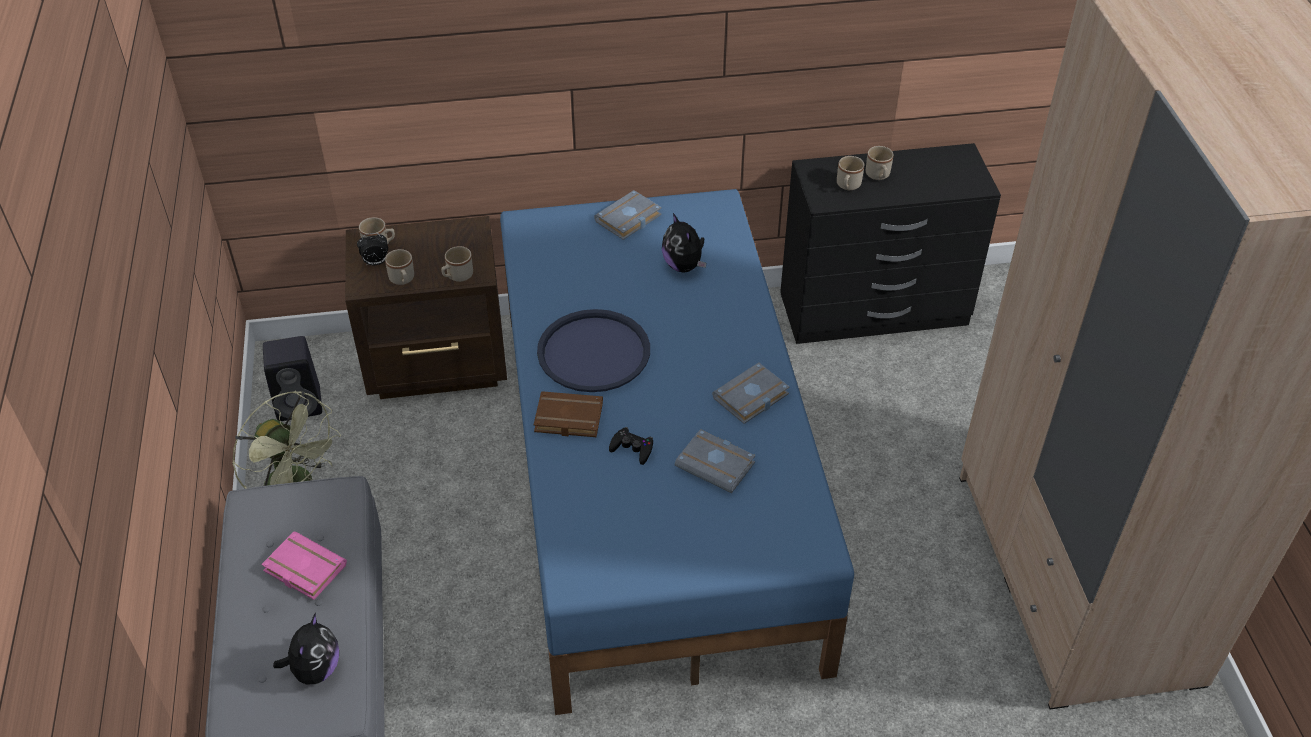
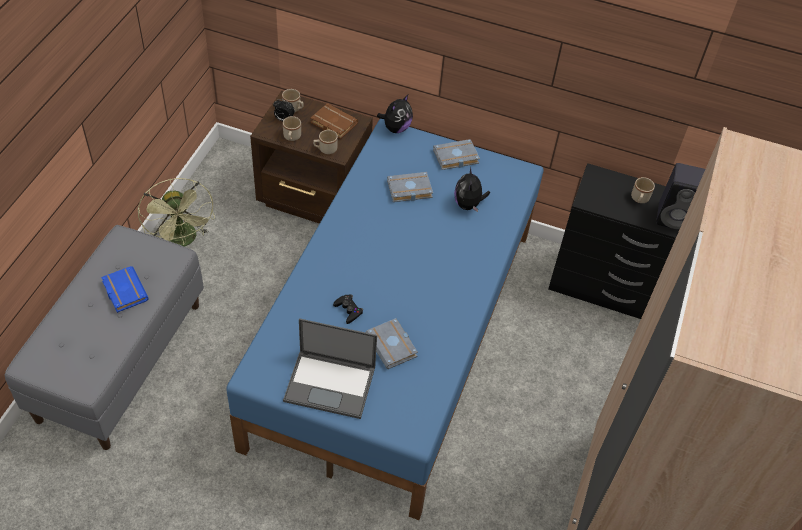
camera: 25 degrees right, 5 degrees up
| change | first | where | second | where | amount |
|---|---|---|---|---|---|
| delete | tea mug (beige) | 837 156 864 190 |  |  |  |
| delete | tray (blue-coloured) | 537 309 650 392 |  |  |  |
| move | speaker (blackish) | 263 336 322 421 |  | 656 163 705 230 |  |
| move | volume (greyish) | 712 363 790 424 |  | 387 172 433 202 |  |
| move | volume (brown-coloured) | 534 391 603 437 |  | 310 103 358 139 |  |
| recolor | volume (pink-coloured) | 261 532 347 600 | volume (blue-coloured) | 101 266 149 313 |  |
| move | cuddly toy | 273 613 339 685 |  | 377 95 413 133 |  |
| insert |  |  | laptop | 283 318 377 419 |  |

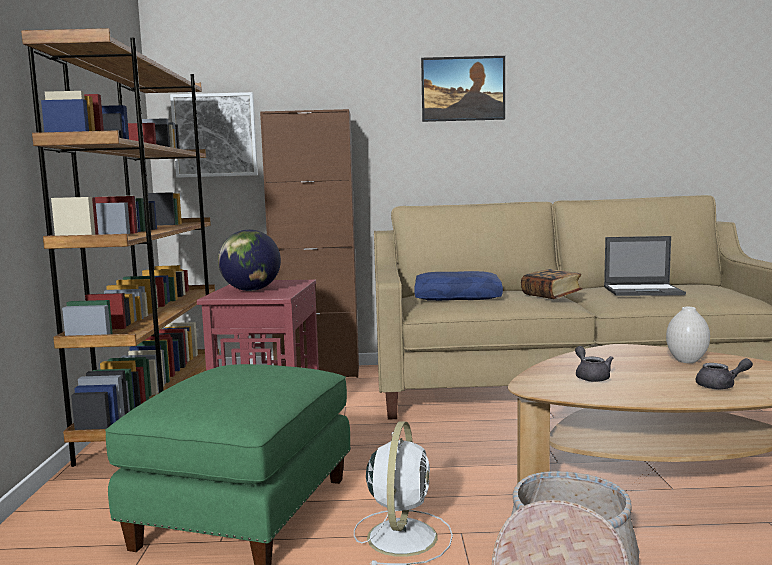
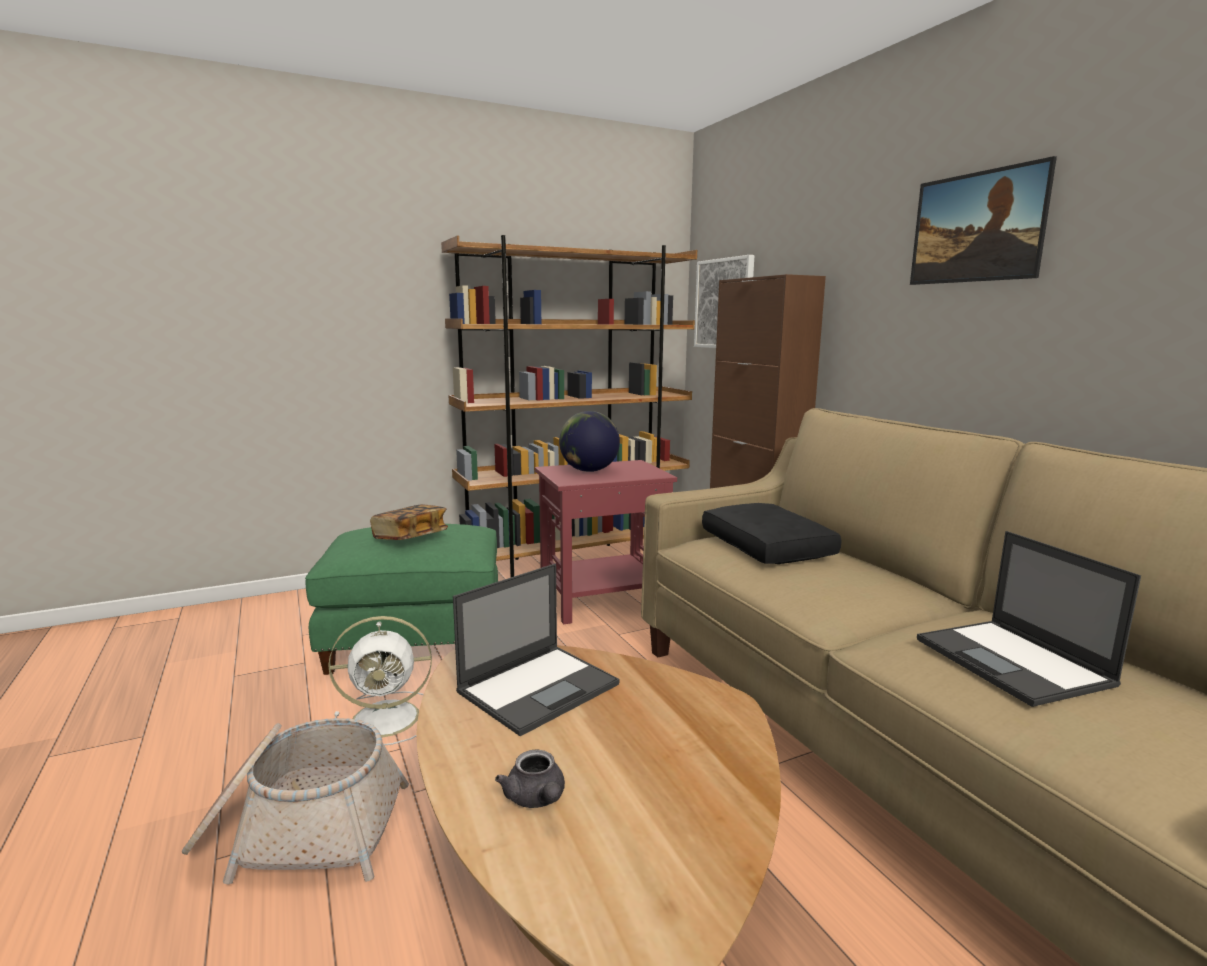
camera: 65 degrees right, 5 degrees up
| change | first | where | second | where | amount |
|---|---|---|---|---|---|
| move | volume | 521 269 582 299 |  | 370 504 448 540 |  |
| recolor | throw pillow (blue-coloured) | 414 271 503 301 | throw pillow (blackish) | 702 503 841 564 |  |
| delete | decorative vase (white) | 666 307 710 363 |  |  |  |
| replace | pot for tea (greyish) | 575 346 613 382 | laptop | 453 564 620 736 |  |

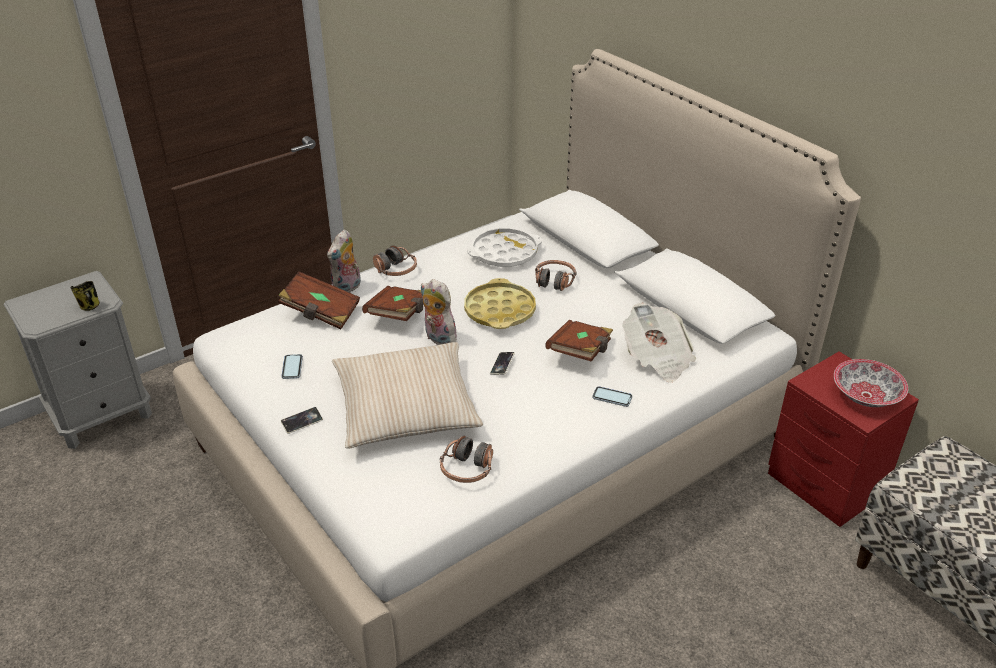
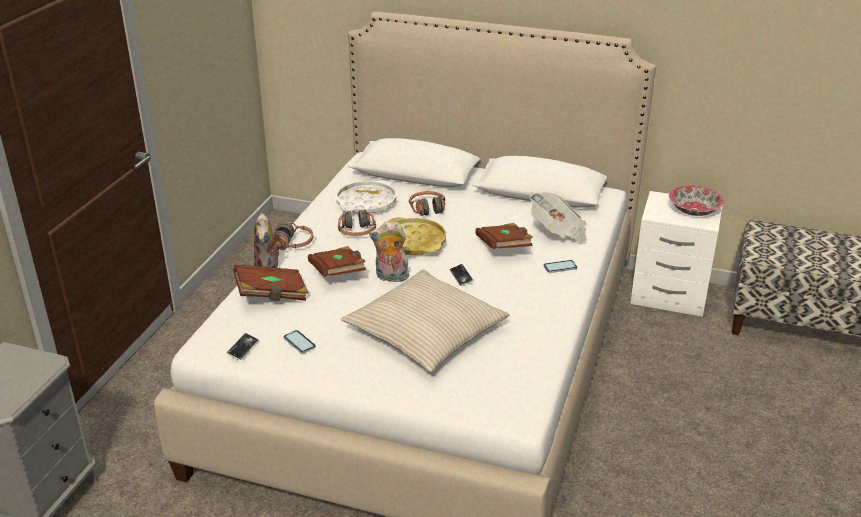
camera: 35 degrees left, 5 degrees down
| change | first | where | second | where | amount |
|---|---|---|---|---|---|
| delete | tea mug | 71 281 100 311 |  |  |  |
| recolor | nightstand (red-coloured) | 768 352 919 527 | nightstand (white) | 630 191 722 317 |  |
| move | handset | 281 407 323 434 |  | 227 333 259 360 |  |
| move | pair of headphones | 440 436 493 483 |  | 338 210 376 236 |  |

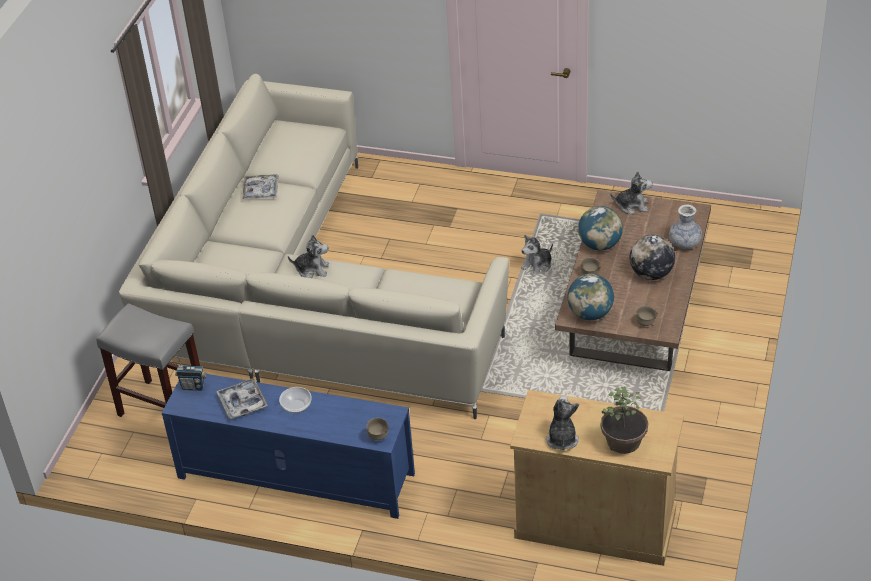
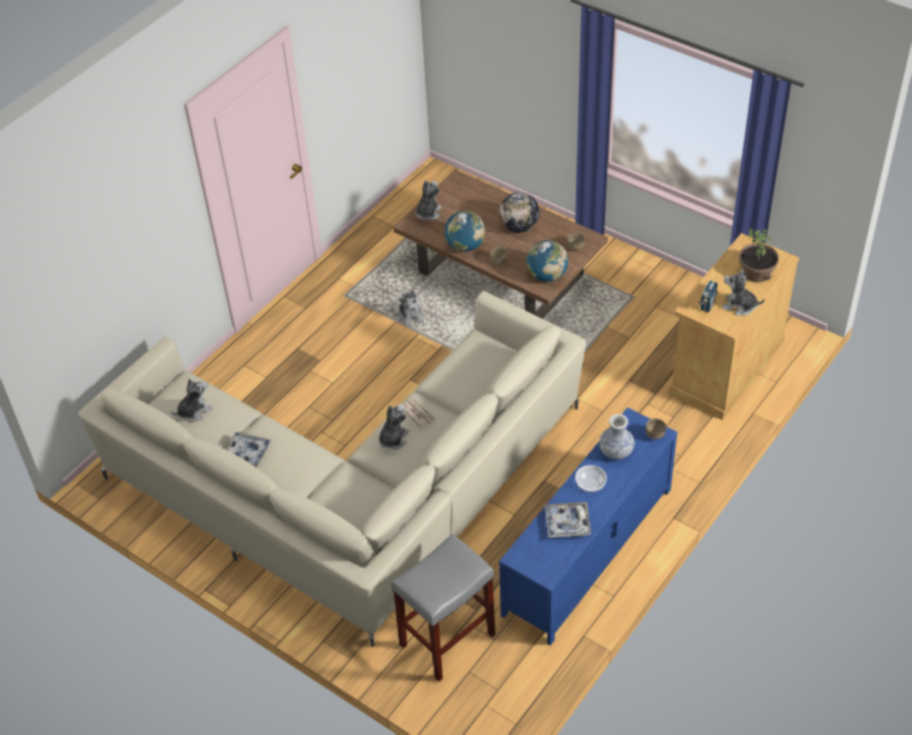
camera: 70 degrees left, 5 degrees up
| change | first | where | second | where | amount |
|---|---|---|---|---|---|
| move | decorative vase | 669 205 702 249 |  | 599 414 634 459 |  |
| move | radio set | 175 356 206 391 |  | 698 281 718 312 |  |
| insert |  |  | cuddly toy | 171 378 213 422 |  |
| insert |  |  | daily paper | 402 399 436 429 |  |

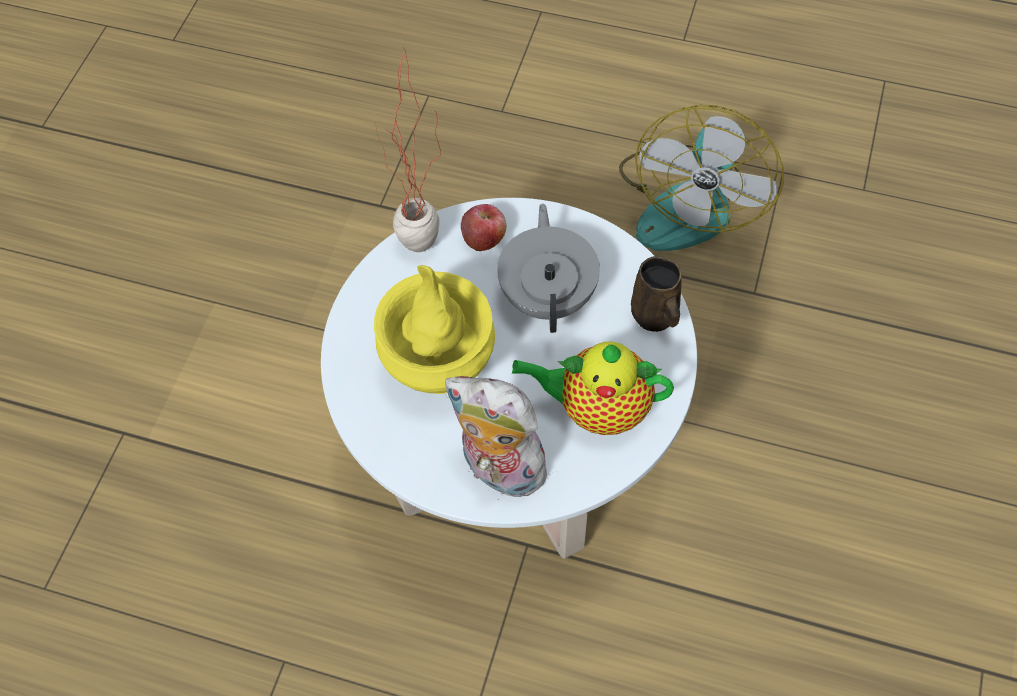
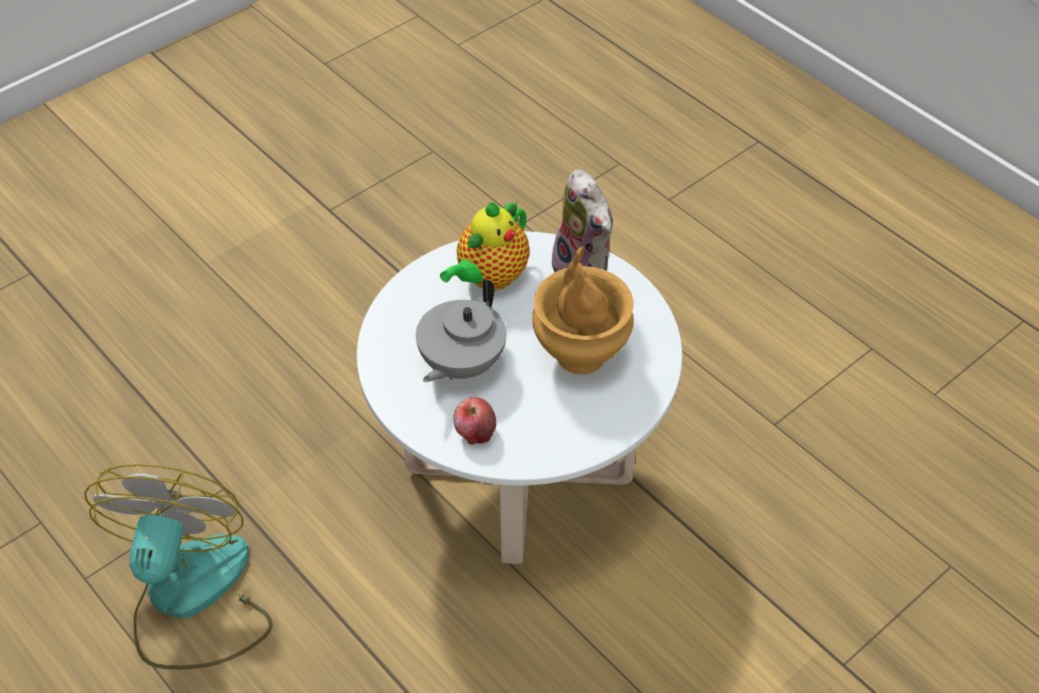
camera: 150 degrees left, 10 degrees down
| change | first | where | second | where | amount |
|---|---|---|---|---|---|
| delete | potted plant | 375 49 441 252 |  |  |  |
| rotate | cooling fan | 619 105 784 251 |  | 84 464 273 670 | 45 degrees counterclockwise |
| delete | tea mug (brown-coloured) | 631 256 682 332 |  |  |  |
| recolor | decorative vase (yellow) | 374 265 495 394 | decorative vase (brown-coloured) | 532 247 633 375 |  |
| rotate | pot for tea | 512 341 674 435 |  | 440 202 530 290 | 90 degrees clockwise |

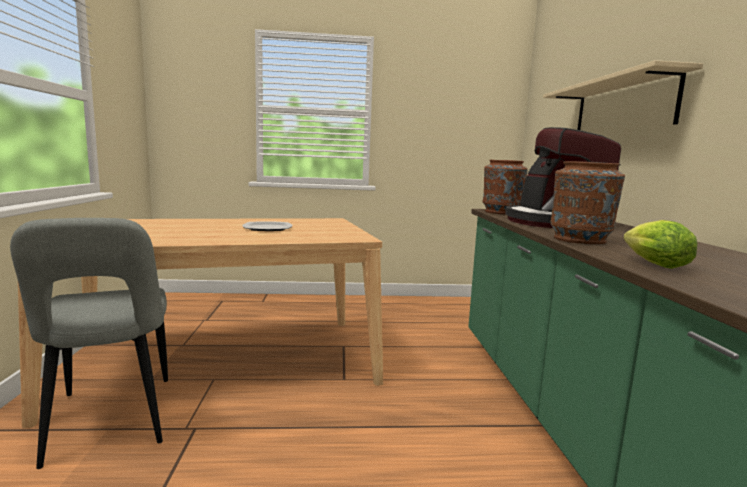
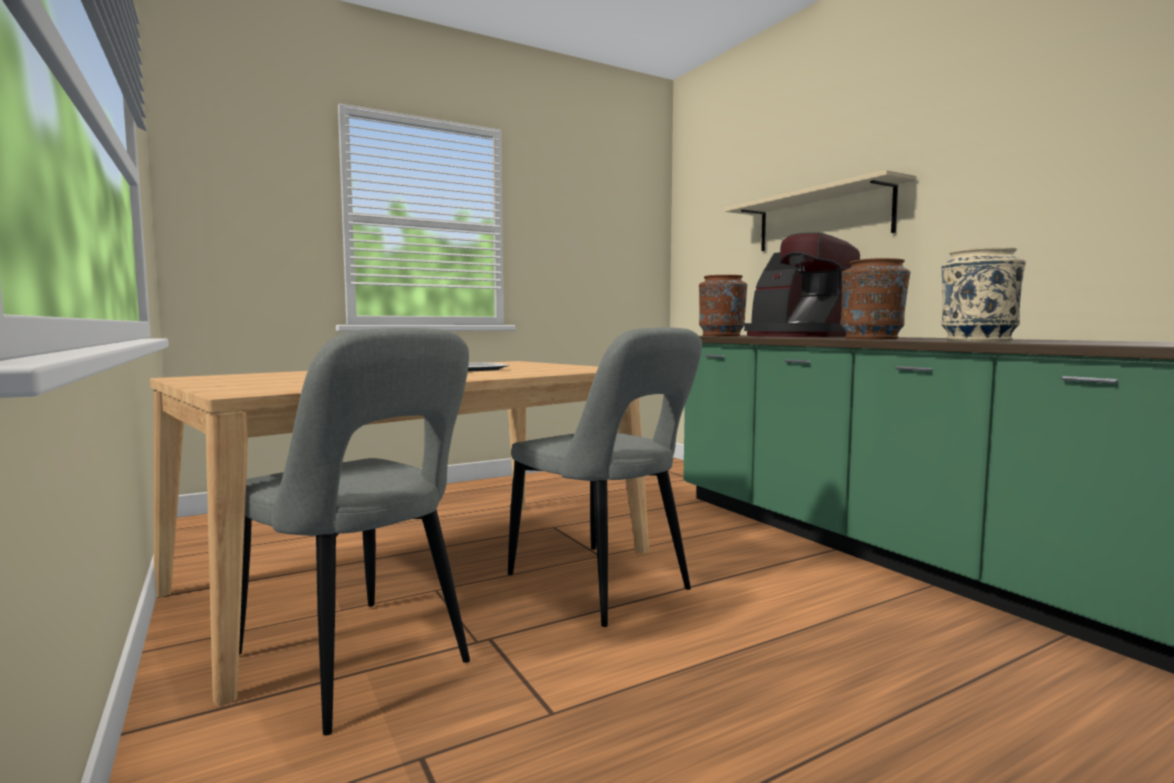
camera: 25 degrees left, 5 degrees down
| change | first | where | second | where | amount |
|---|---|---|---|---|---|
| replace | lettuce | 624 220 697 269 | decorative vase (beige) | 941 247 1026 342 |  |
| insert |  |  | plain chair (greyish) | 508 327 702 627 |  |

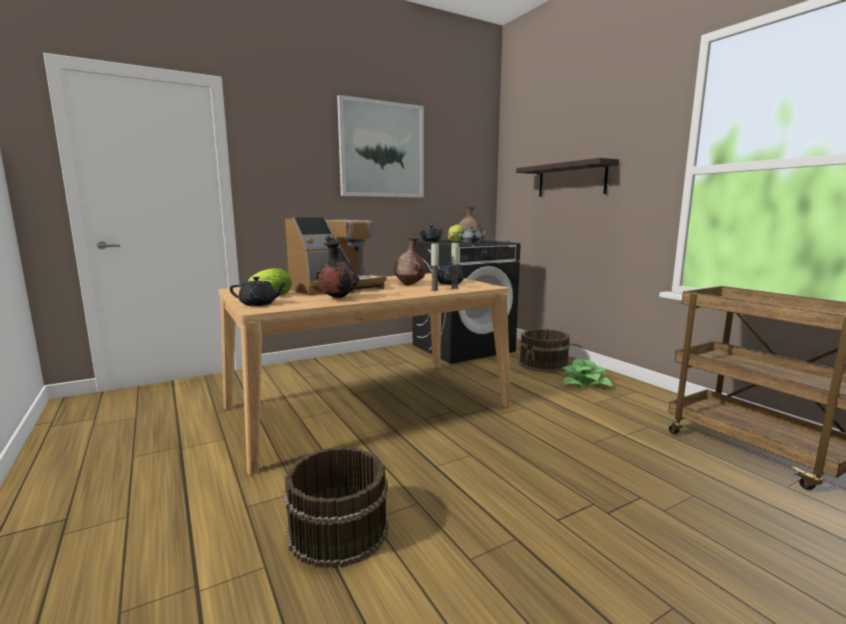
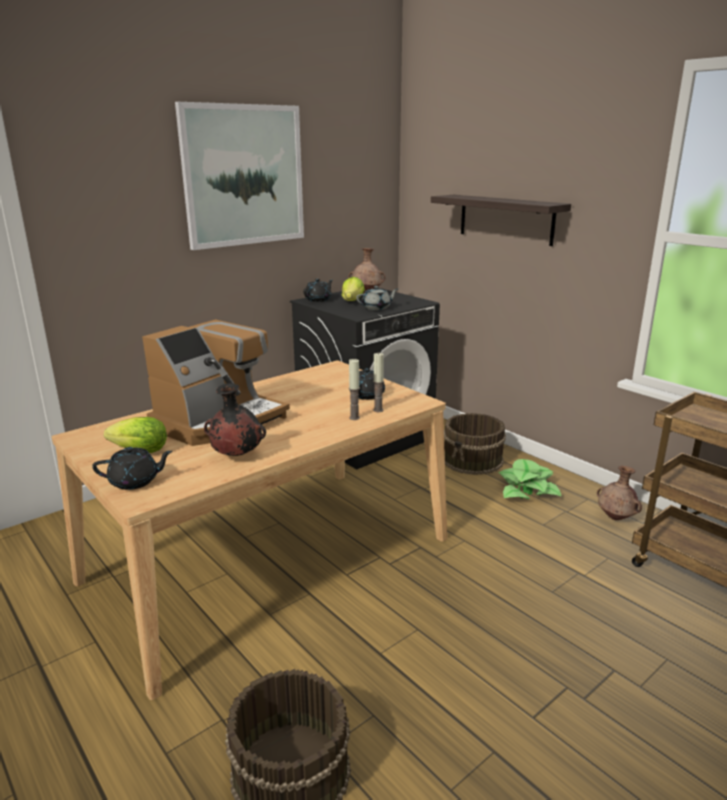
camera: 10 degrees left, 10 degrees up
| change | first | where | second | where | amount |
|---|---|---|---|---|---|
| move | decorative vase (brown-coloured) | 393 237 426 286 |  | 597 466 642 520 |  |

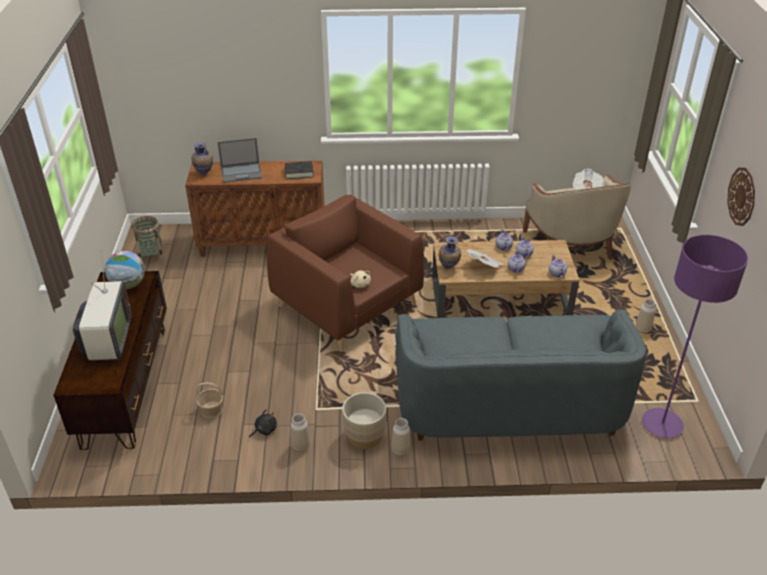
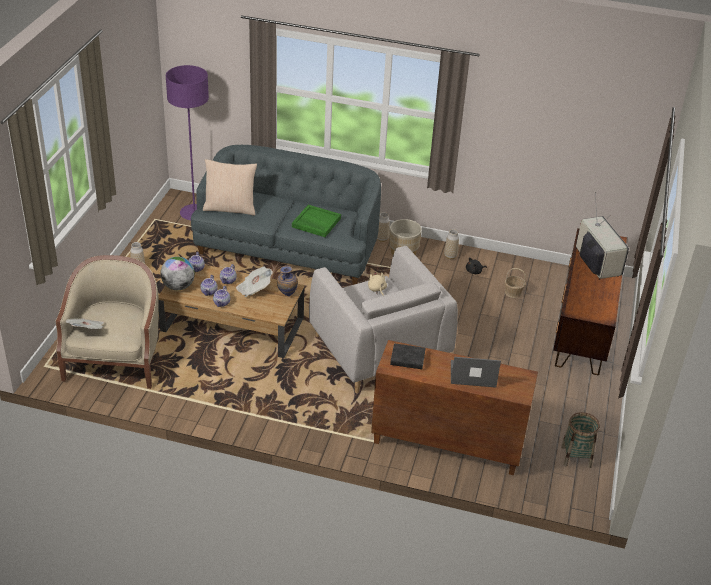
camera: 165 degrees left, 0 degrees up
| change | first | where | second | where | amount |
|---|---|---|---|---|---|
| delete | decorative vase | 192 142 213 176 |  |  |  |
| delete | hanging clock | 727 168 755 226 |  |  |  |
| recolor | easy chair (brown-coloured) | 267 195 424 351 | easy chair (greyish) | 309 246 458 393 |  |
| rotate | TV | 73 251 132 361 |  | 576 192 629 280 | 150 degrees clockwise |
| move | desk globe | 105 251 145 289 |  | 160 257 195 290 |  |
| insert |  |  | throw pillow (beige) | 203 159 257 216 |  |
| insert |  |  | tray (green) | 292 205 341 237 |  |

